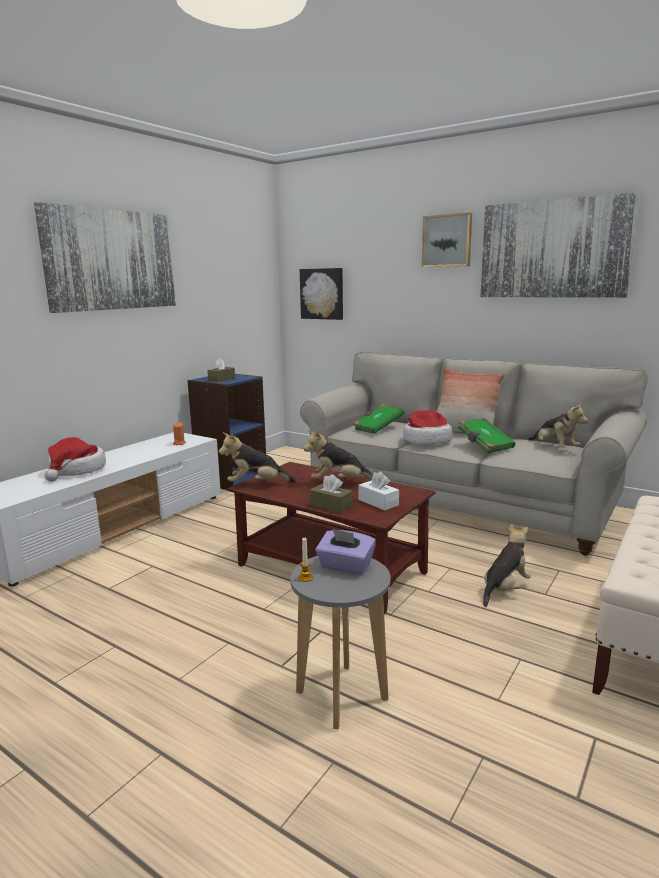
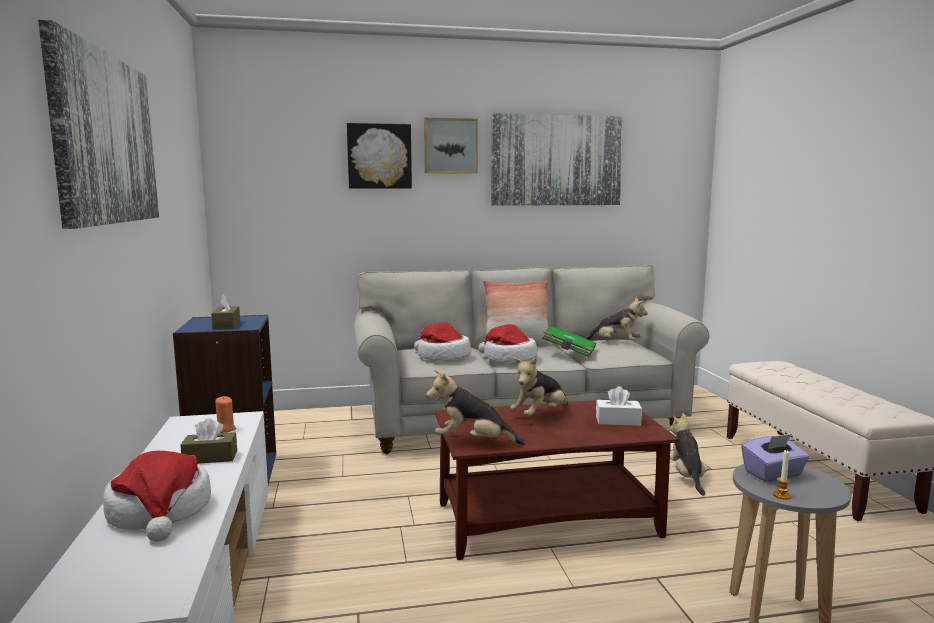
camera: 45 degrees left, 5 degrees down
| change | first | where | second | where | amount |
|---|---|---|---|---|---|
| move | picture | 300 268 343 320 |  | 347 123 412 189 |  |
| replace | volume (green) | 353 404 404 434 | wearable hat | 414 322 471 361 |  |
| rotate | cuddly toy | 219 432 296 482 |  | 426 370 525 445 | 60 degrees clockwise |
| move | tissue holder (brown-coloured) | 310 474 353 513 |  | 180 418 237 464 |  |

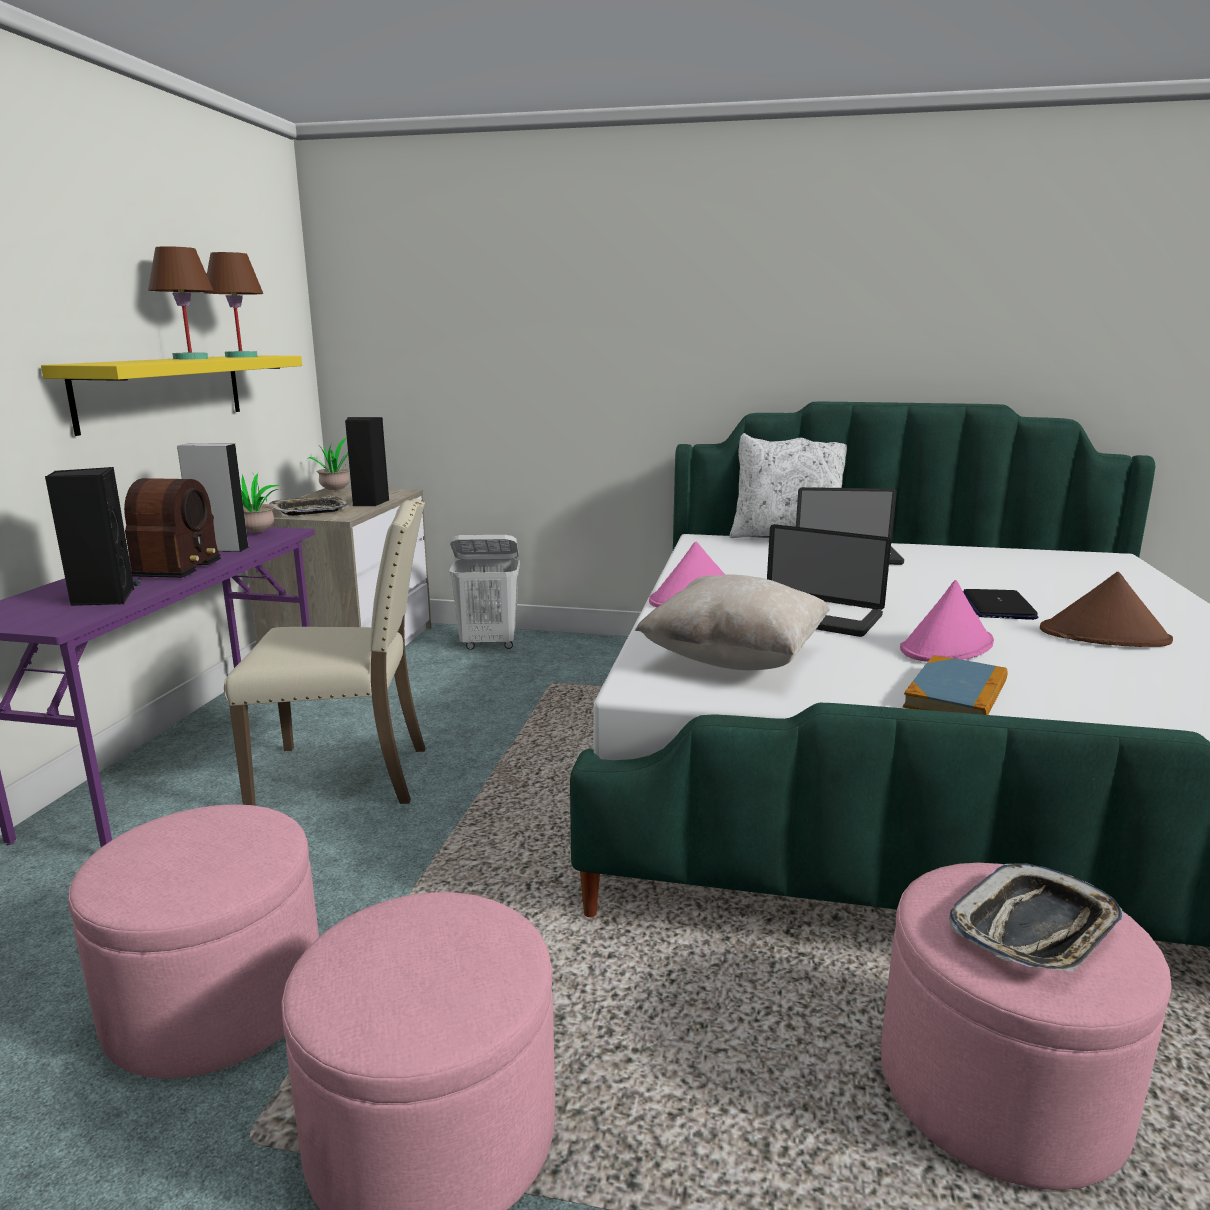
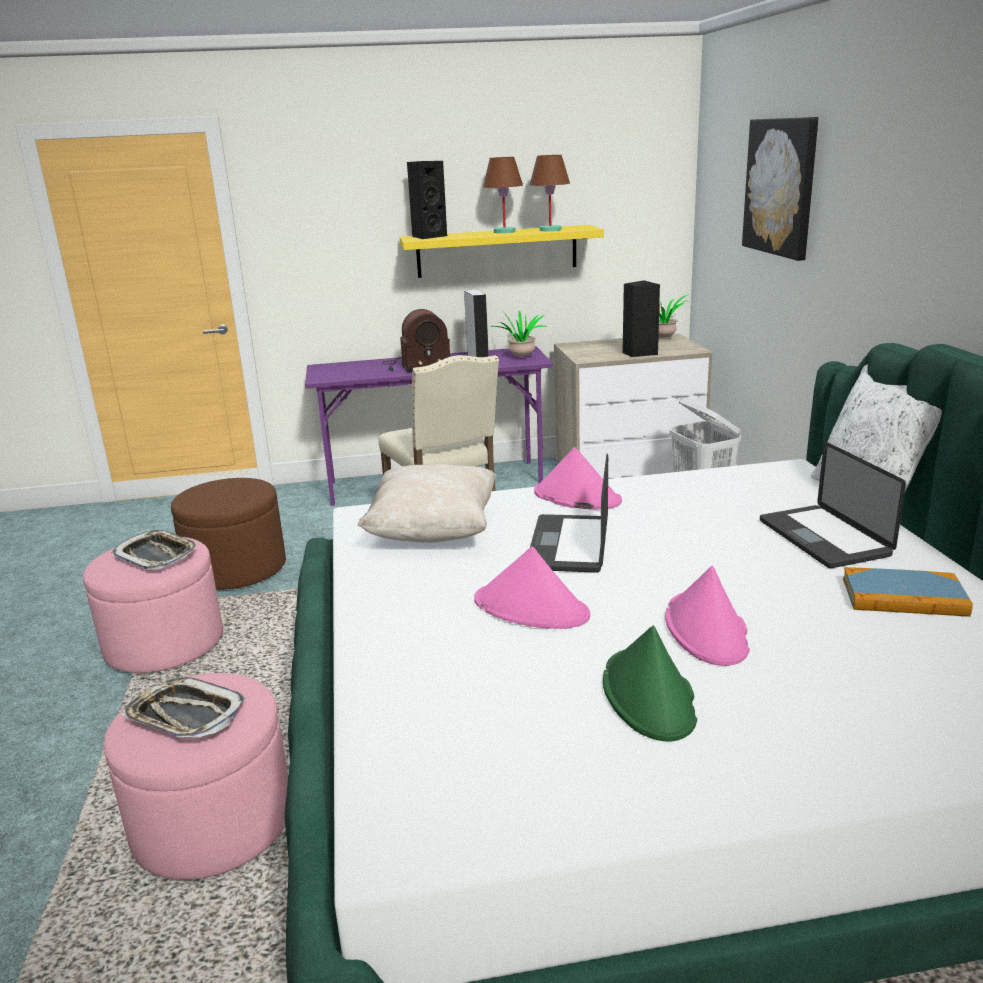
camera: 70 degrees right, 5 degrees up
| change | first | where | second | where | amount |
|---|---|---|---|---|---|
| move | speaker (blackish) | 45 467 134 606 |  | 407 161 447 239 |  |
| move | tray | 269 496 350 516 |  | 111 530 198 570 |  |
| recolor | wearable hat (brown-coloured) | 1040 572 1173 647 | wearable hat (green) | 603 625 697 741 |  |
| replace | laptop | 963 589 1038 620 | wearable hat (pink-coloured) | 665 566 750 666 |  |
| move | volume | 903 655 1007 715 |  | 843 567 973 617 |  |
| recolor | pouffe (pink-coloured) | 68 804 319 1079 | pouffe (brown-coloured) | 171 478 286 590 |  |
| insert |  |  | picture | 742 117 818 261 |  |

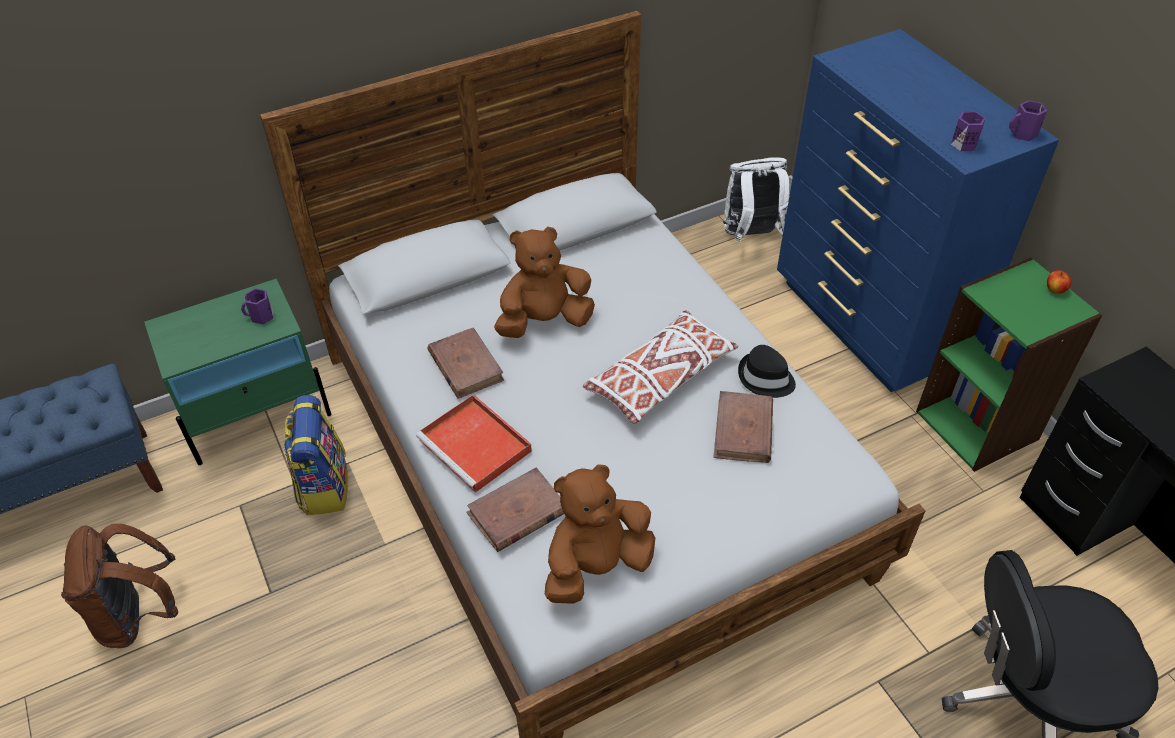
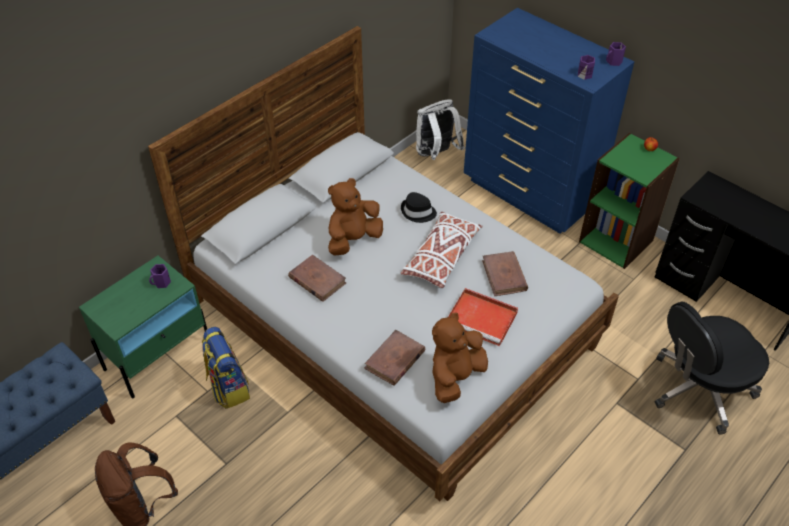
camera: 20 degrees left, 0 degrees up
| change | first | where | second | where | amount |
|---|---|---|---|---|---|
| move | wearable hat (blackish) | 738 345 796 398 |  | 401 192 437 223 |  |
| move | tray (red-coloured) | 416 394 532 493 |  | 447 288 518 346 |  |

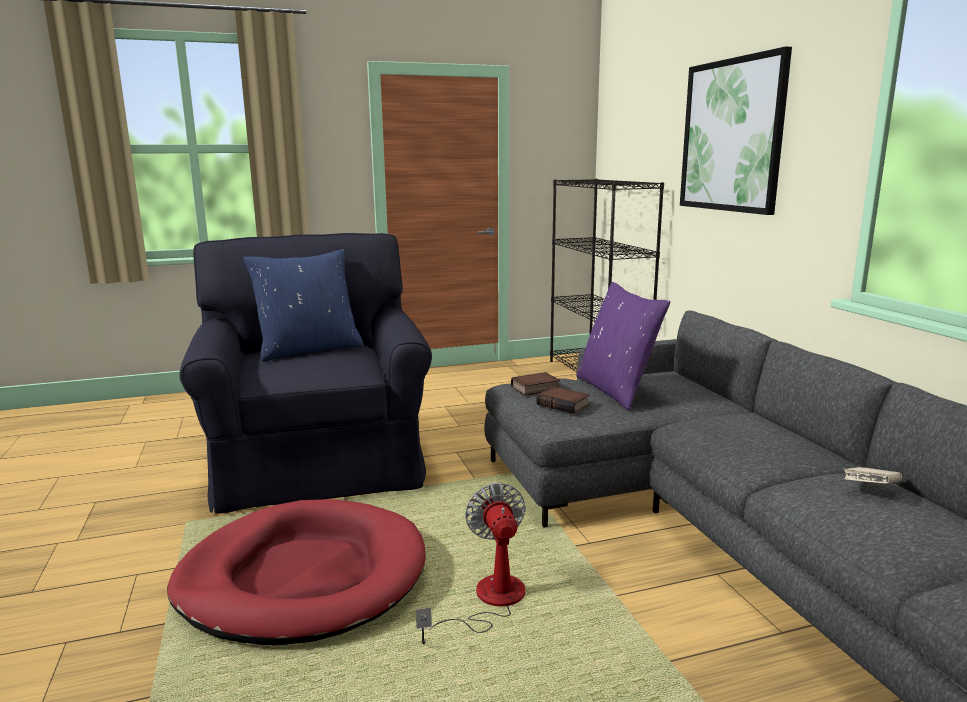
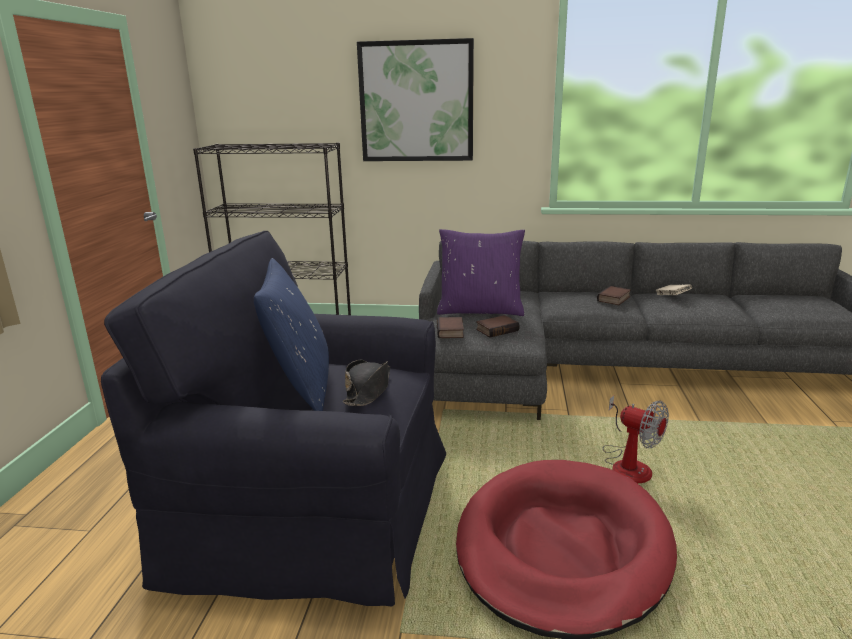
camera: 65 degrees left, 5 degrees up
| change | first | where | second | where | amount |
|---|---|---|---|---|---|
| rotate | cooling fan | 416 483 526 644 |  | 603 396 669 483 | 150 degrees counterclockwise |
| insert |  |  | volume | 597 286 631 305 |  |
| insert |  |  | wearable hat (blackish) | 342 360 390 406 |  |

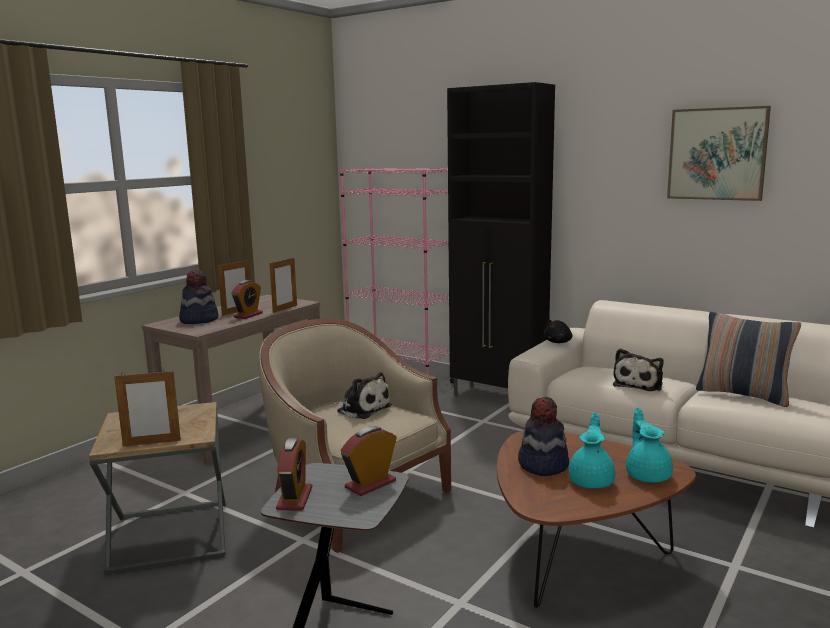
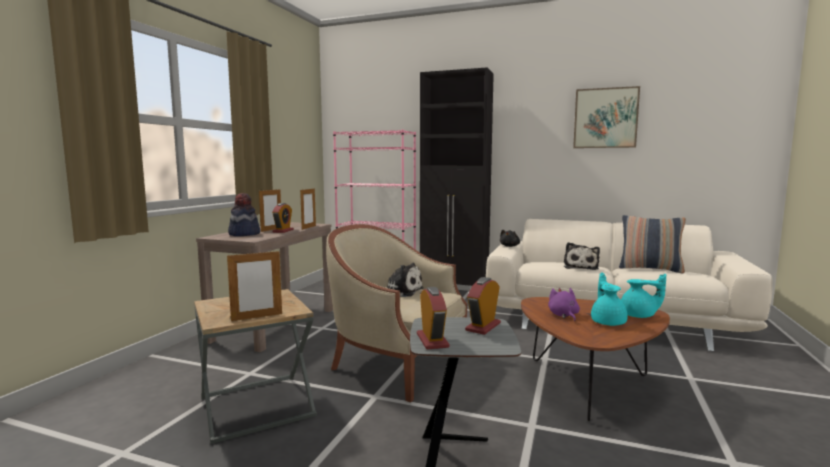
camera: 15 degrees left, 5 degrees down
| change | first | where | second | where | amount |
|---|---|---|---|---|---|
| replace | wearable hat | 518 397 569 476 | cuddly toy (purple-coloured) | 548 288 580 321 |  |
| rotate | pot for tea (blue-green) | 626 408 673 483 |  | 621 274 666 318 | 120 degrees clockwise |

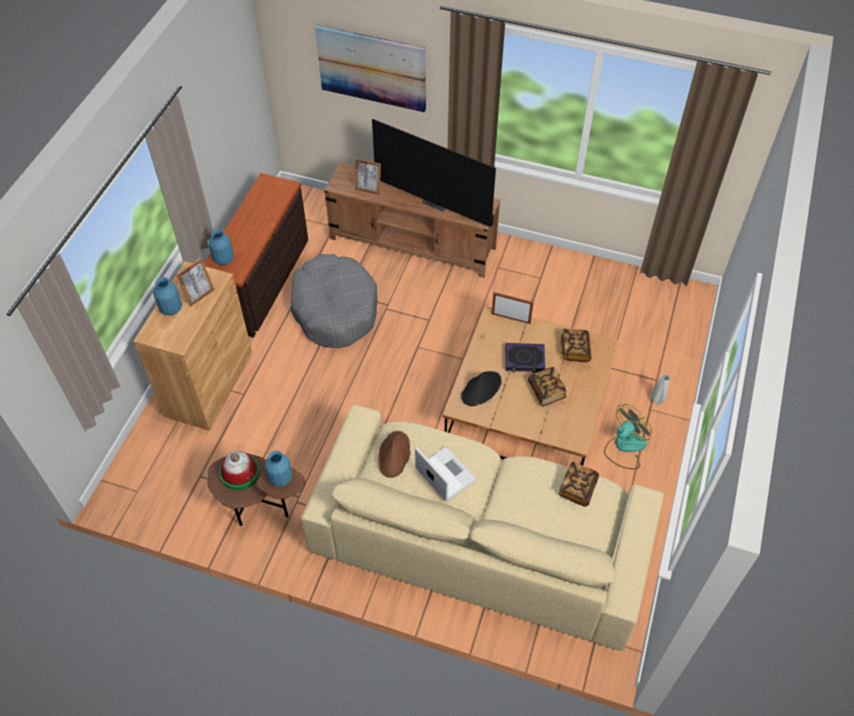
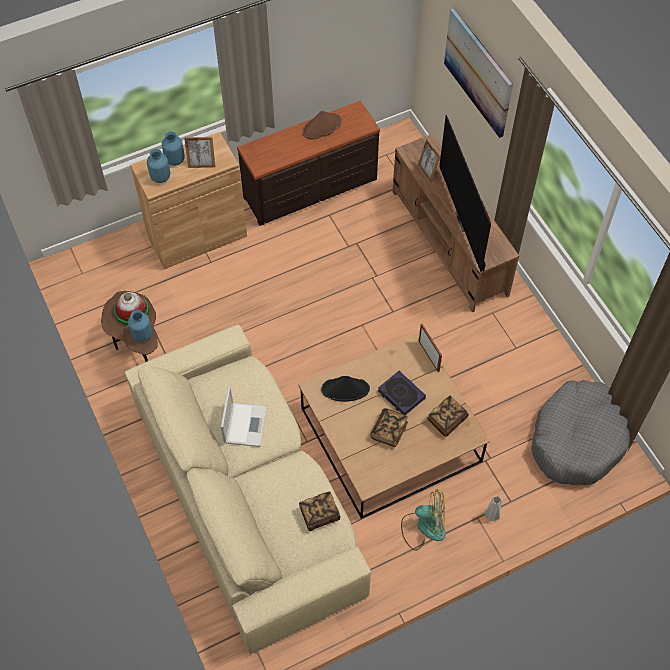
camera: 45 degrees right, 5 degrees up
| change | first | where | second | where | amount |
|---|---|---|---|---|---|
| move | decorative vase (blue-coloured) | 209 229 234 265 |  | 147 149 170 183 |  |
| move | pet bed (greyish) | 290 254 378 348 |  | 531 380 630 485 |  |
| move | wearable hat (brown-coloured) | 378 431 411 478 |  | 303 111 341 139 |  |

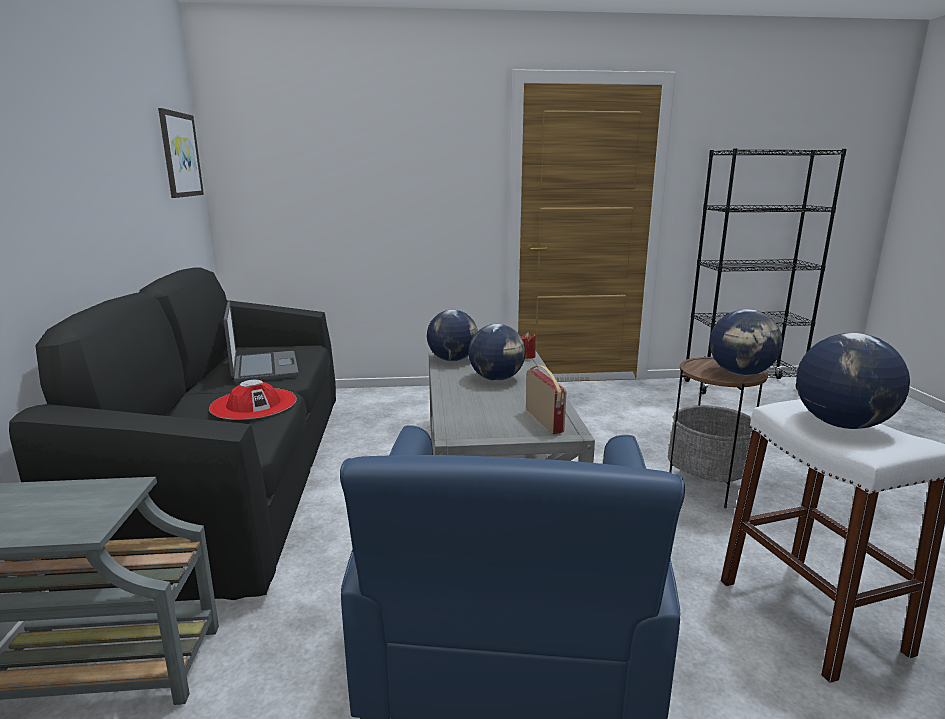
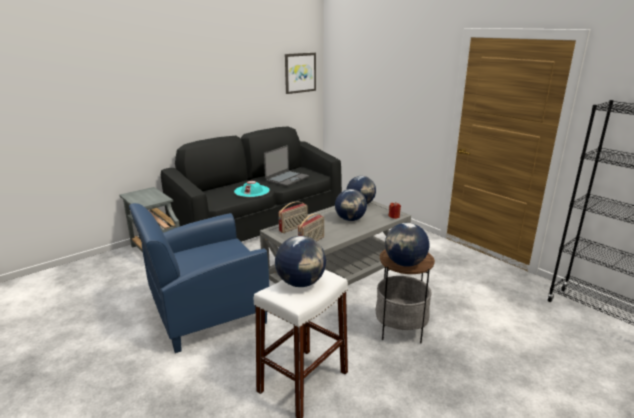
camera: 55 degrees right, 5 degrees up
| change | first | where | second | where | amount |
|---|---|---|---|---|---|
| recolor | wearable hat (red-coloured) | 209 380 297 420 | wearable hat (blue-green) | 234 181 270 197 |  |
| insert |  |  | radio set | 279 202 308 233 |  |

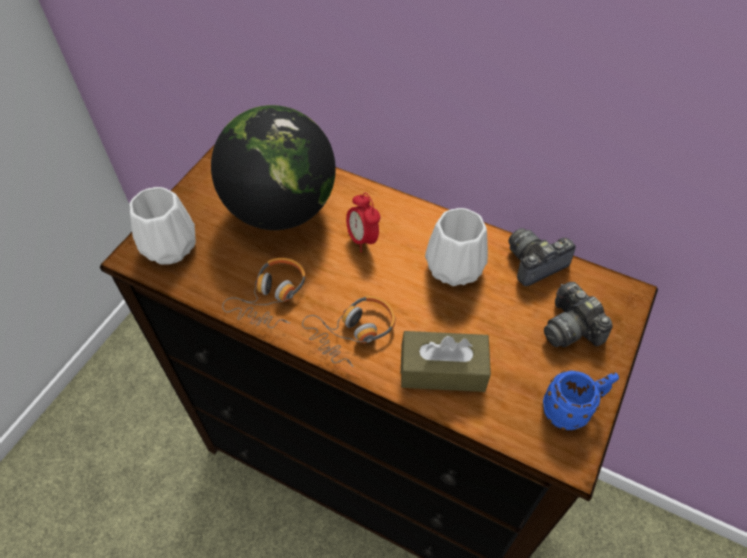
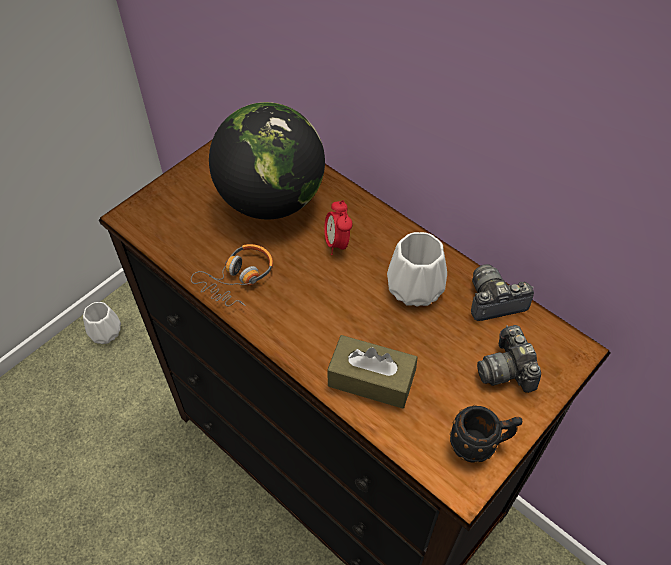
camera: 15 degrees right, 0 degrees up
| change | first | where | second | where | amount |
|---|---|---|---|---|---|
| move | decorative vase (white) | 130 187 196 265 |  | 83 302 121 344 |  |
| delete | pair of headphones | 302 296 395 367 |  |  |  |
| recolor | tea mug (blue-coloured) | 542 371 619 430 | tea mug (blackish) | 450 405 522 463 |  |

